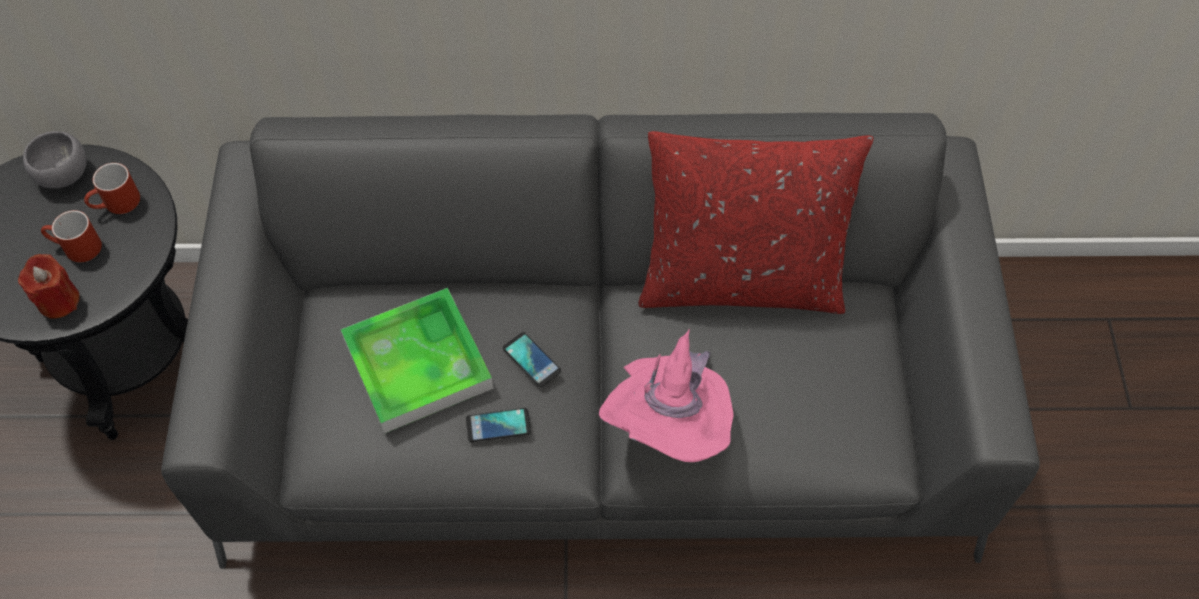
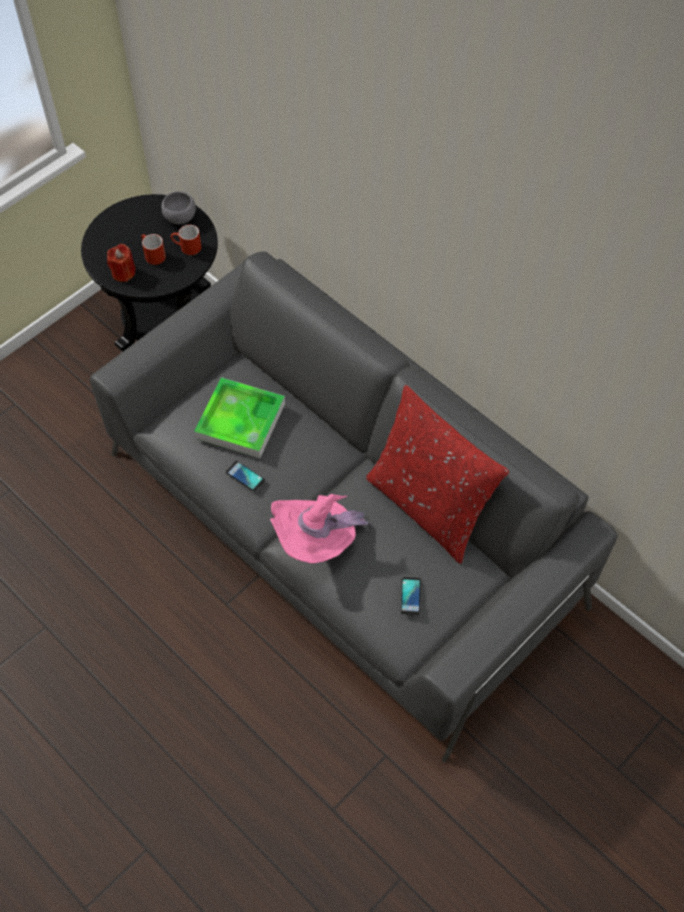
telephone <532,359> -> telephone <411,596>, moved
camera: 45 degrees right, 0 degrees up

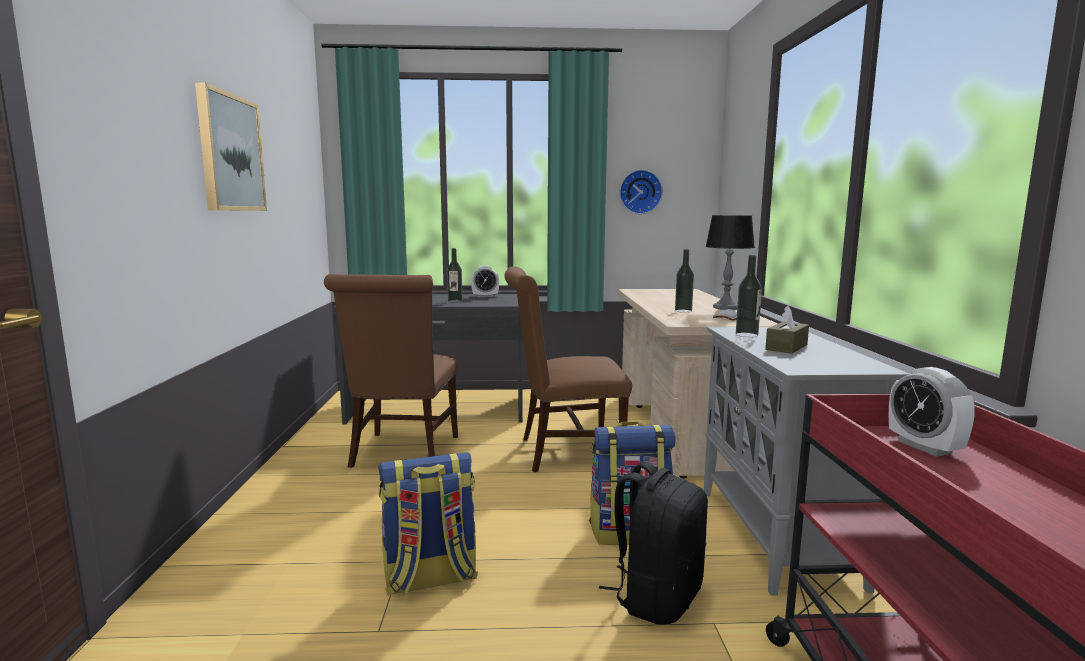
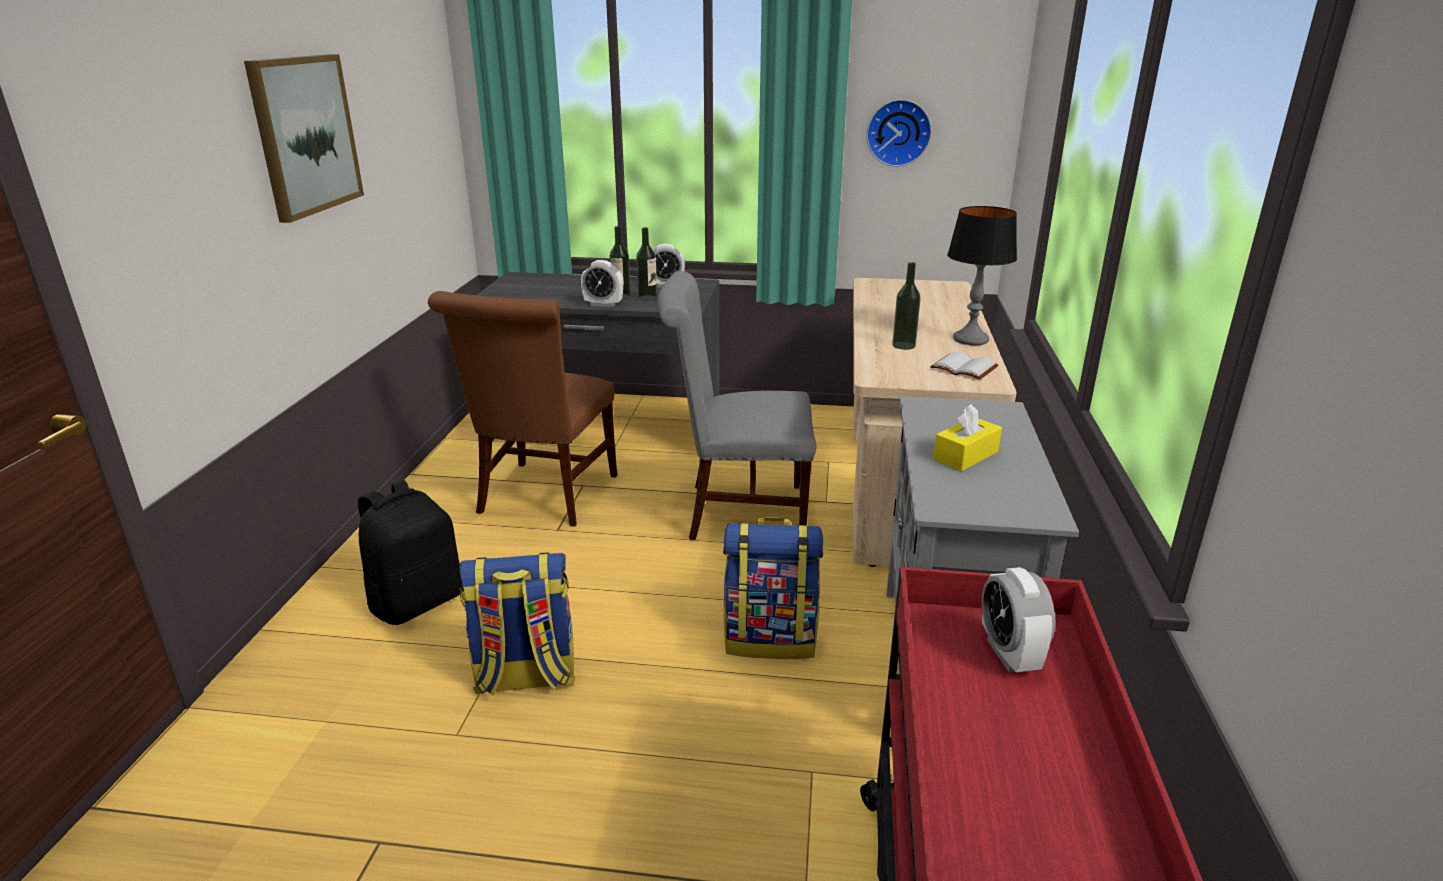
brownish upright chair <568,369> -> greyish upright chair <737,405>
blackish knapsack <653,543> -> blackish knapsack <410,552>, moved
drink bottle <749,296> -> drink bottle <646,264>, moved
brownish tissue box <787,330> -> yellowish tissue box <967,437>
none -> bedside clock <602,283>
camera: 10 degrees right, 15 degrees up

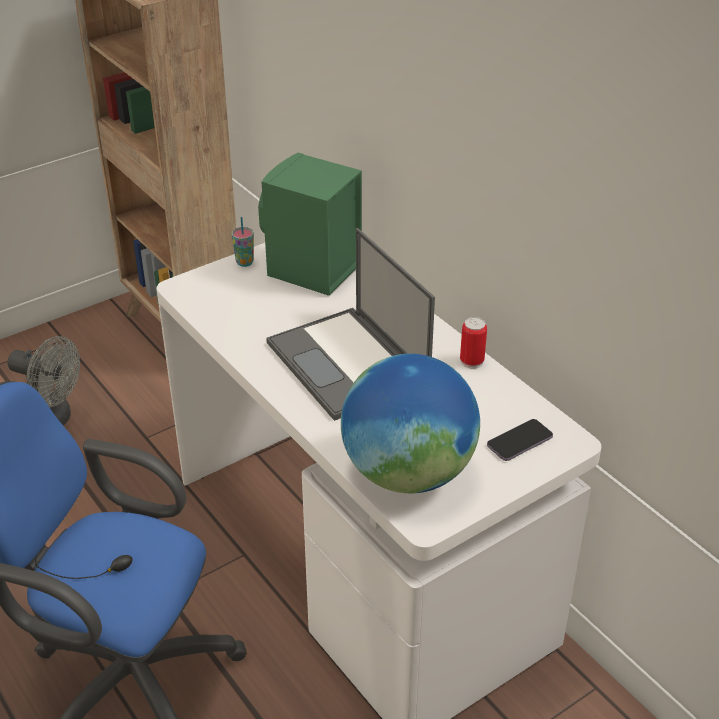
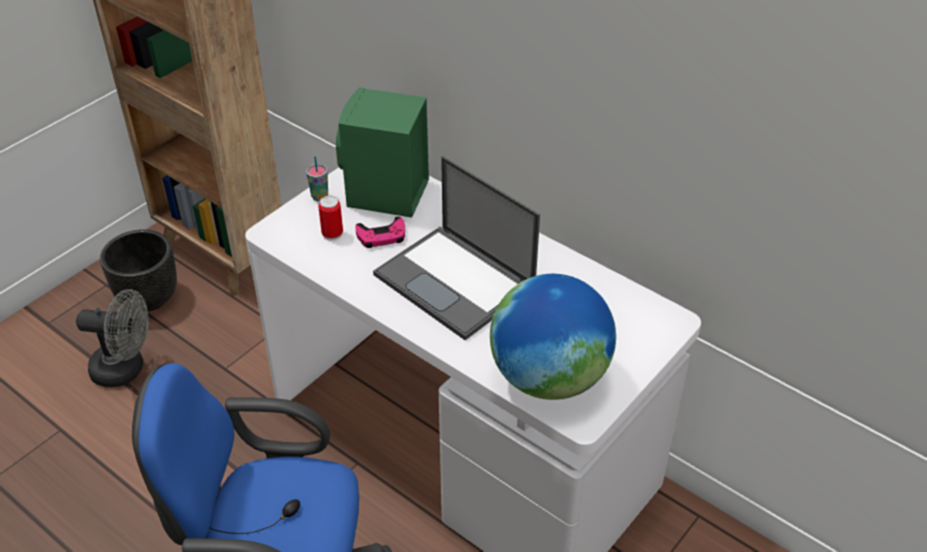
metal can <473,342> -> metal can <330,218>, moved
telephone <520,440> -> none
none -> blackish planter <138,270>
none -> pink game controller <380,232>
camera: 15 degrees left, 5 degrees up

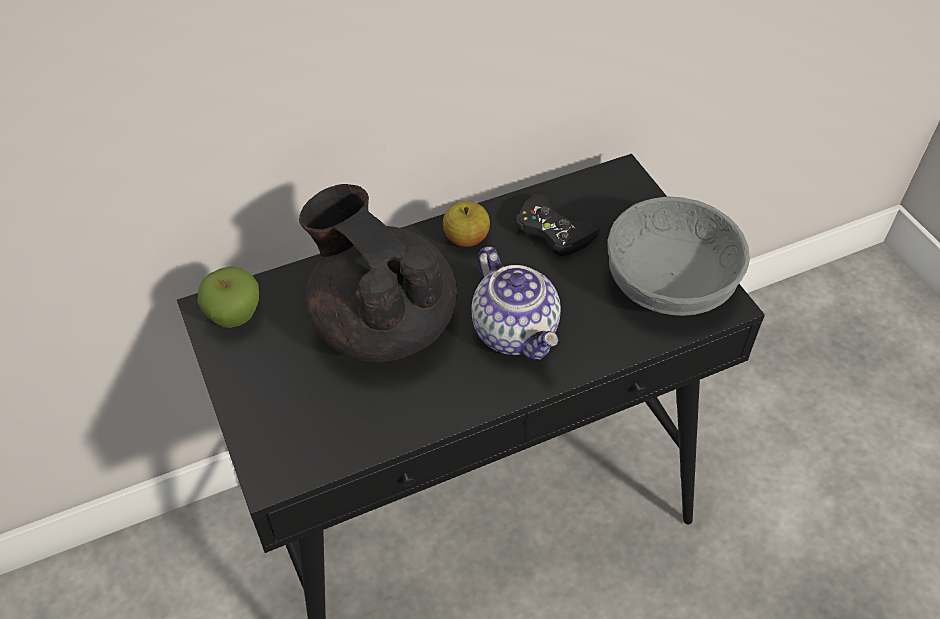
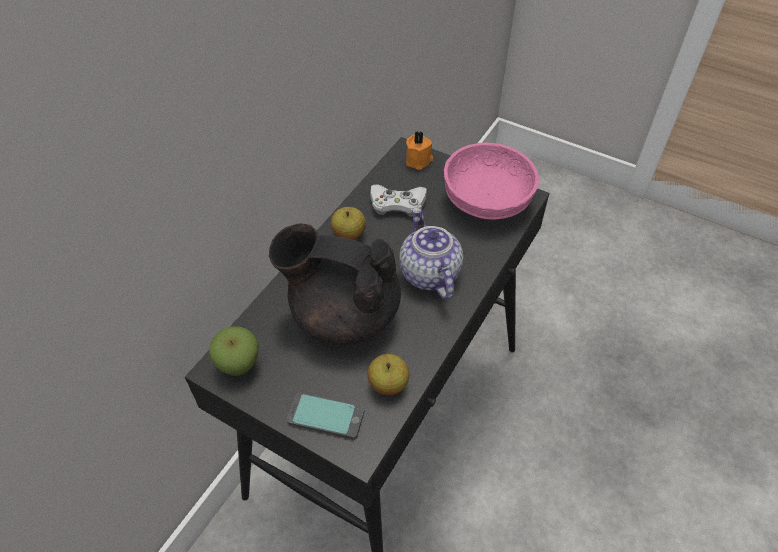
pot for tea <516,303> -> pot for tea <431,253>, 135 degrees counterclockwise
blackish game controller <558,225> -> white game controller <398,200>
greyish bowl <678,256> -> pink bowl <491,181>
none -> telephone <326,416>
none -> apple <388,374>
none -> orange candle <419,150>
camera: 35 degrees left, 0 degrees up

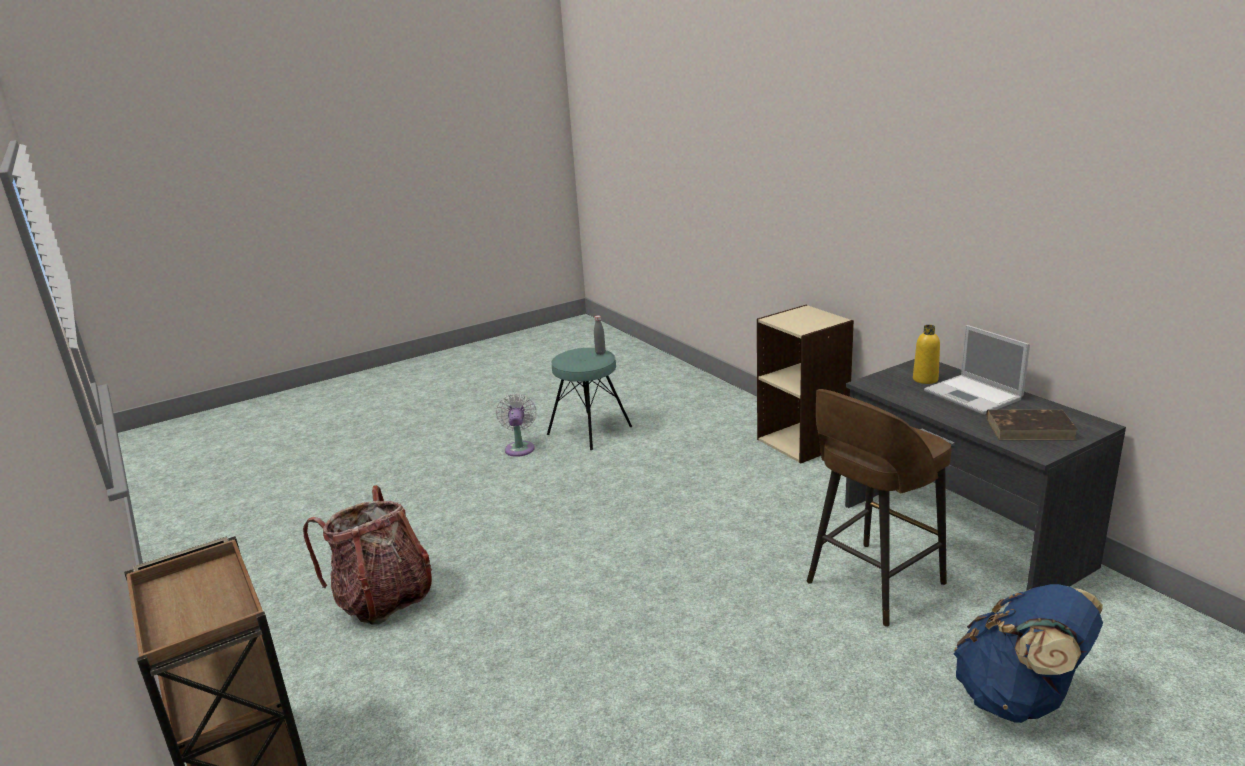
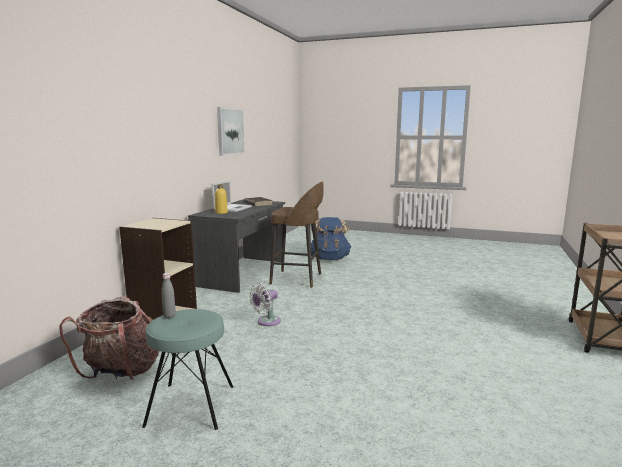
knapsack <367,555> -> knapsack <109,338>, moved
white cooling fan <516,425> -> white cooling fan <265,304>, moved
none -> picture <231,131>
camera: 130 degrees left, 10 degrees down

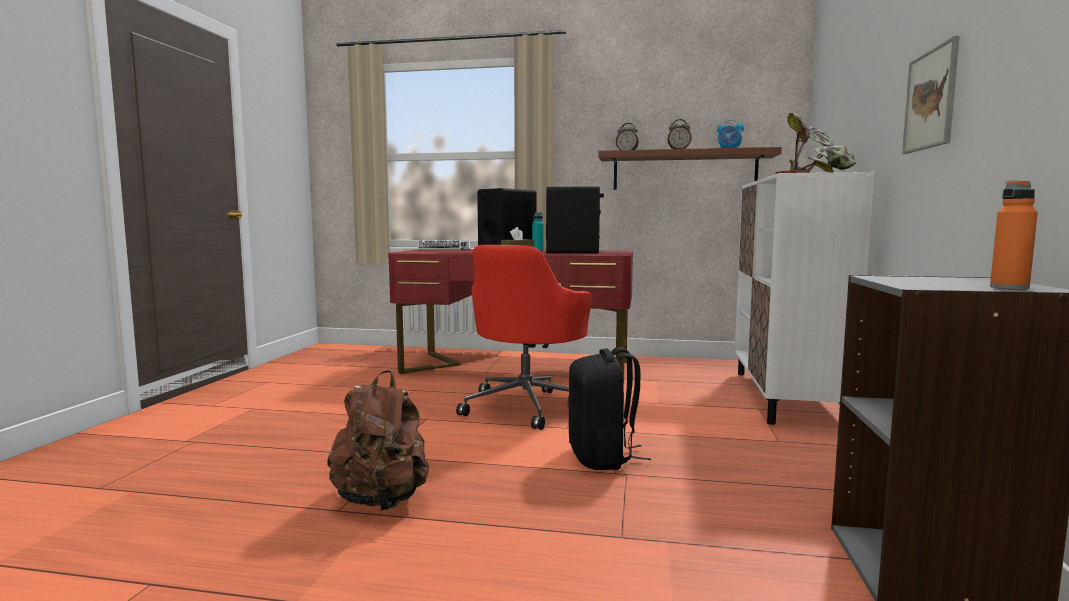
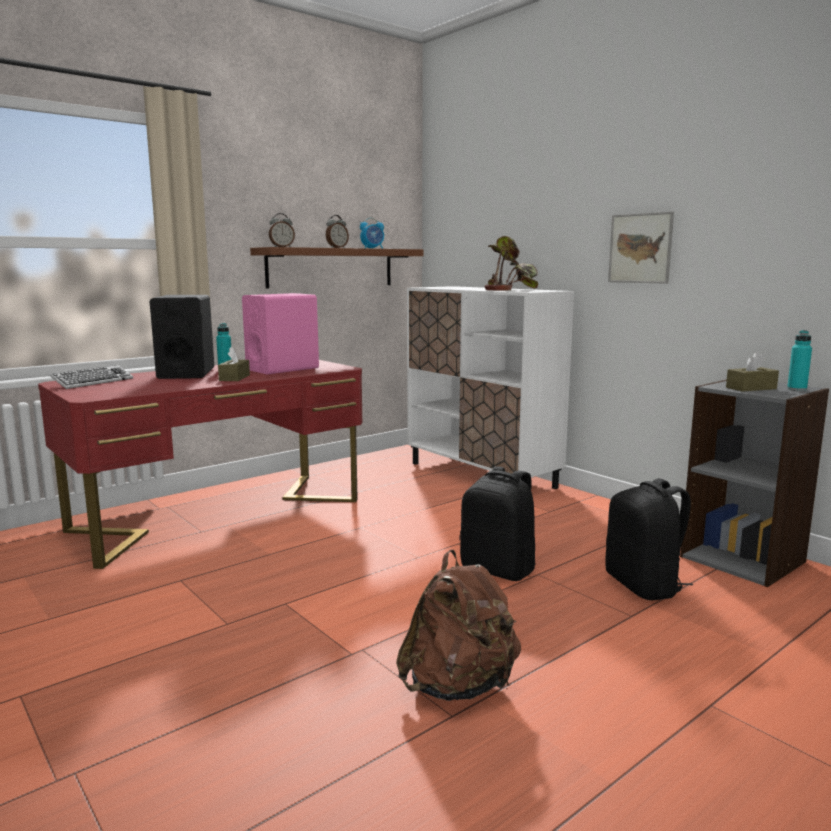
red office chair <524,337> -> none
blackish loudspeaker <575,220> -> pink loudspeaker <280,333>
orange drink bottle <1014,235> -> turquoise drink bottle <799,360>
none -> blackish knapsack <649,539>
none -> brownish tissue box <752,372>
camera: 50 degrees left, 5 degrees up

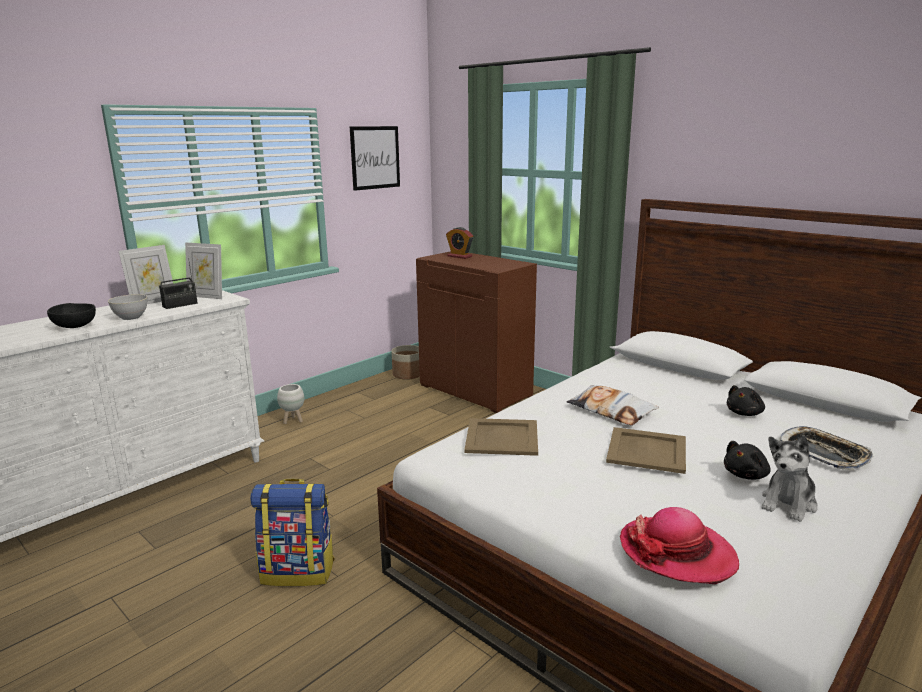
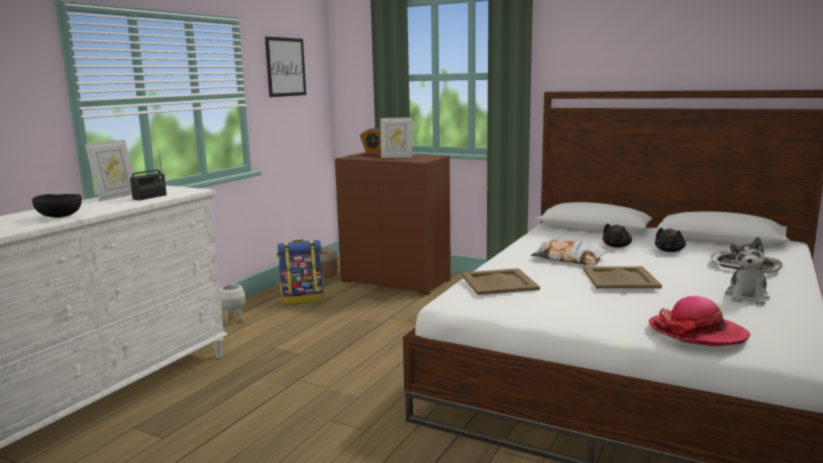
greyish bowl <127,307> -> none
photo frame <203,270> -> photo frame <396,137>, moved
knapsack <292,532> -> knapsack <300,272>, moved
blackish plush toy <747,460> -> blackish plush toy <617,235>, moved
camera: 15 degrees left, 5 degrees down

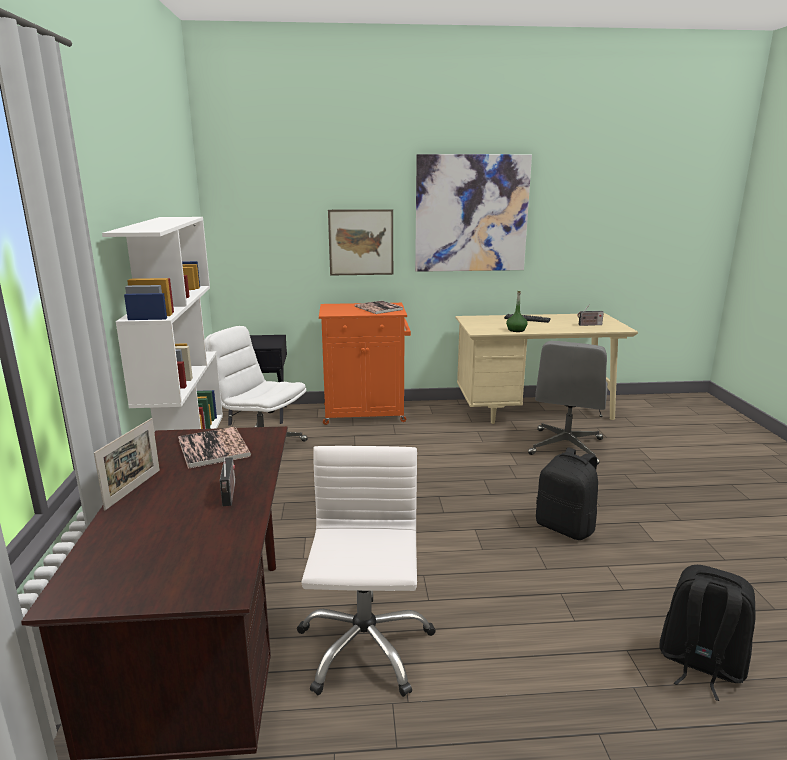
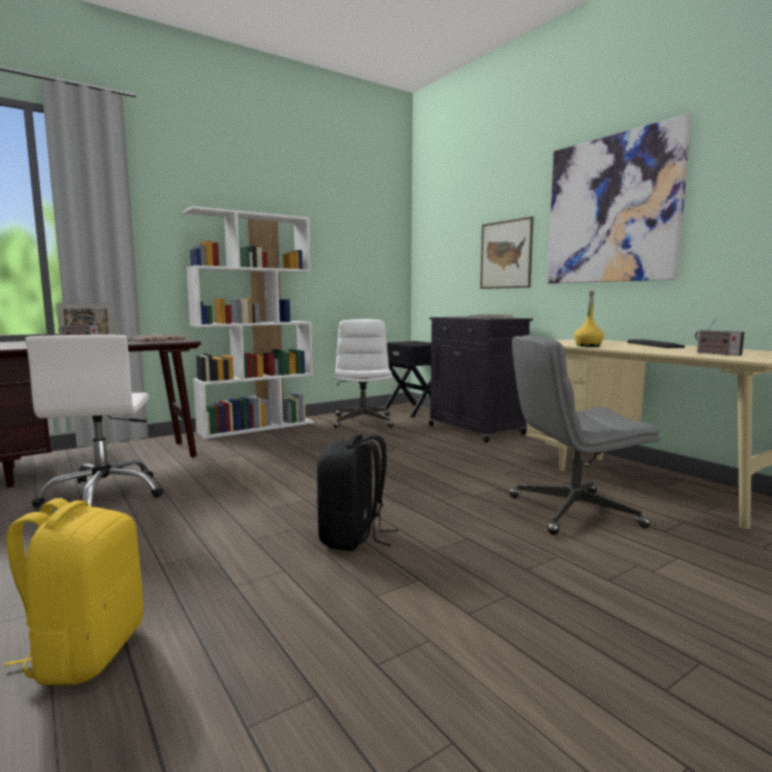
white office chair <366,571> -> white office chair <94,421>, 105 degrees clockwise
orange storage cabinet <365,364> -> blackish storage cabinet <481,379>
green-coloured drink bottle <517,311> -> yellowish drink bottle <589,319>
blackish knapsack <707,633> -> yellowish knapsack <73,591>
camera: 60 degrees right, 10 degrees down

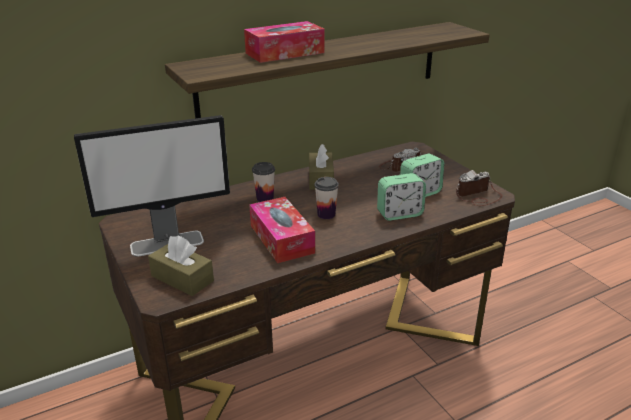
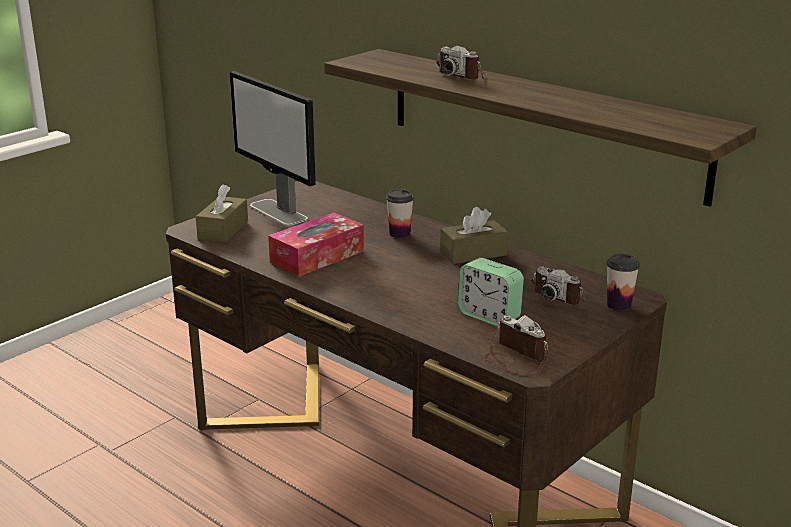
tissue box <284,42> -> photo camera <463,62>
cup <326,198> -> cup <623,282>, moved
bedside clock <401,197> -> none
camera: 70 degrees right, 5 degrees down

